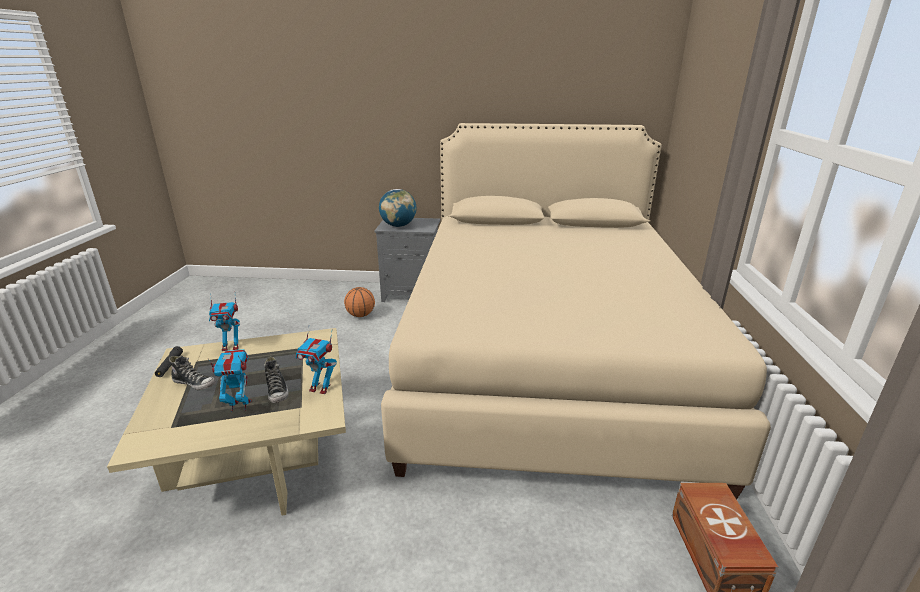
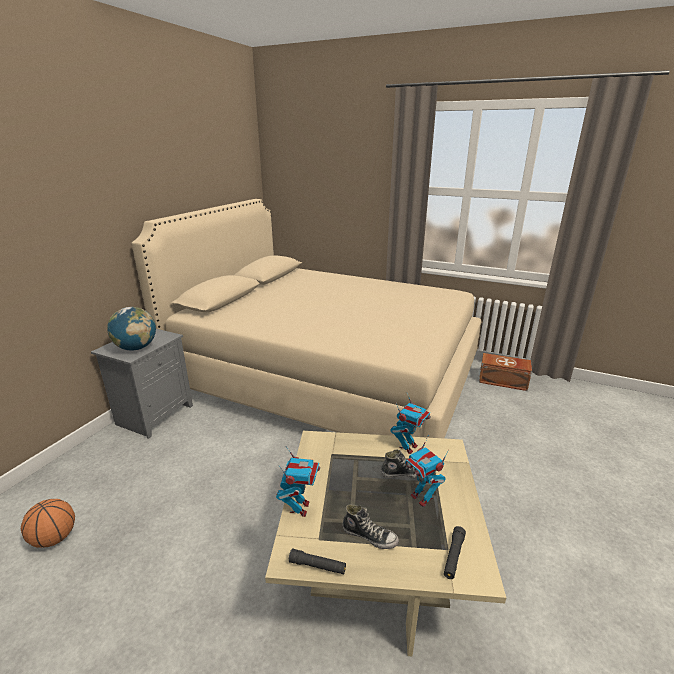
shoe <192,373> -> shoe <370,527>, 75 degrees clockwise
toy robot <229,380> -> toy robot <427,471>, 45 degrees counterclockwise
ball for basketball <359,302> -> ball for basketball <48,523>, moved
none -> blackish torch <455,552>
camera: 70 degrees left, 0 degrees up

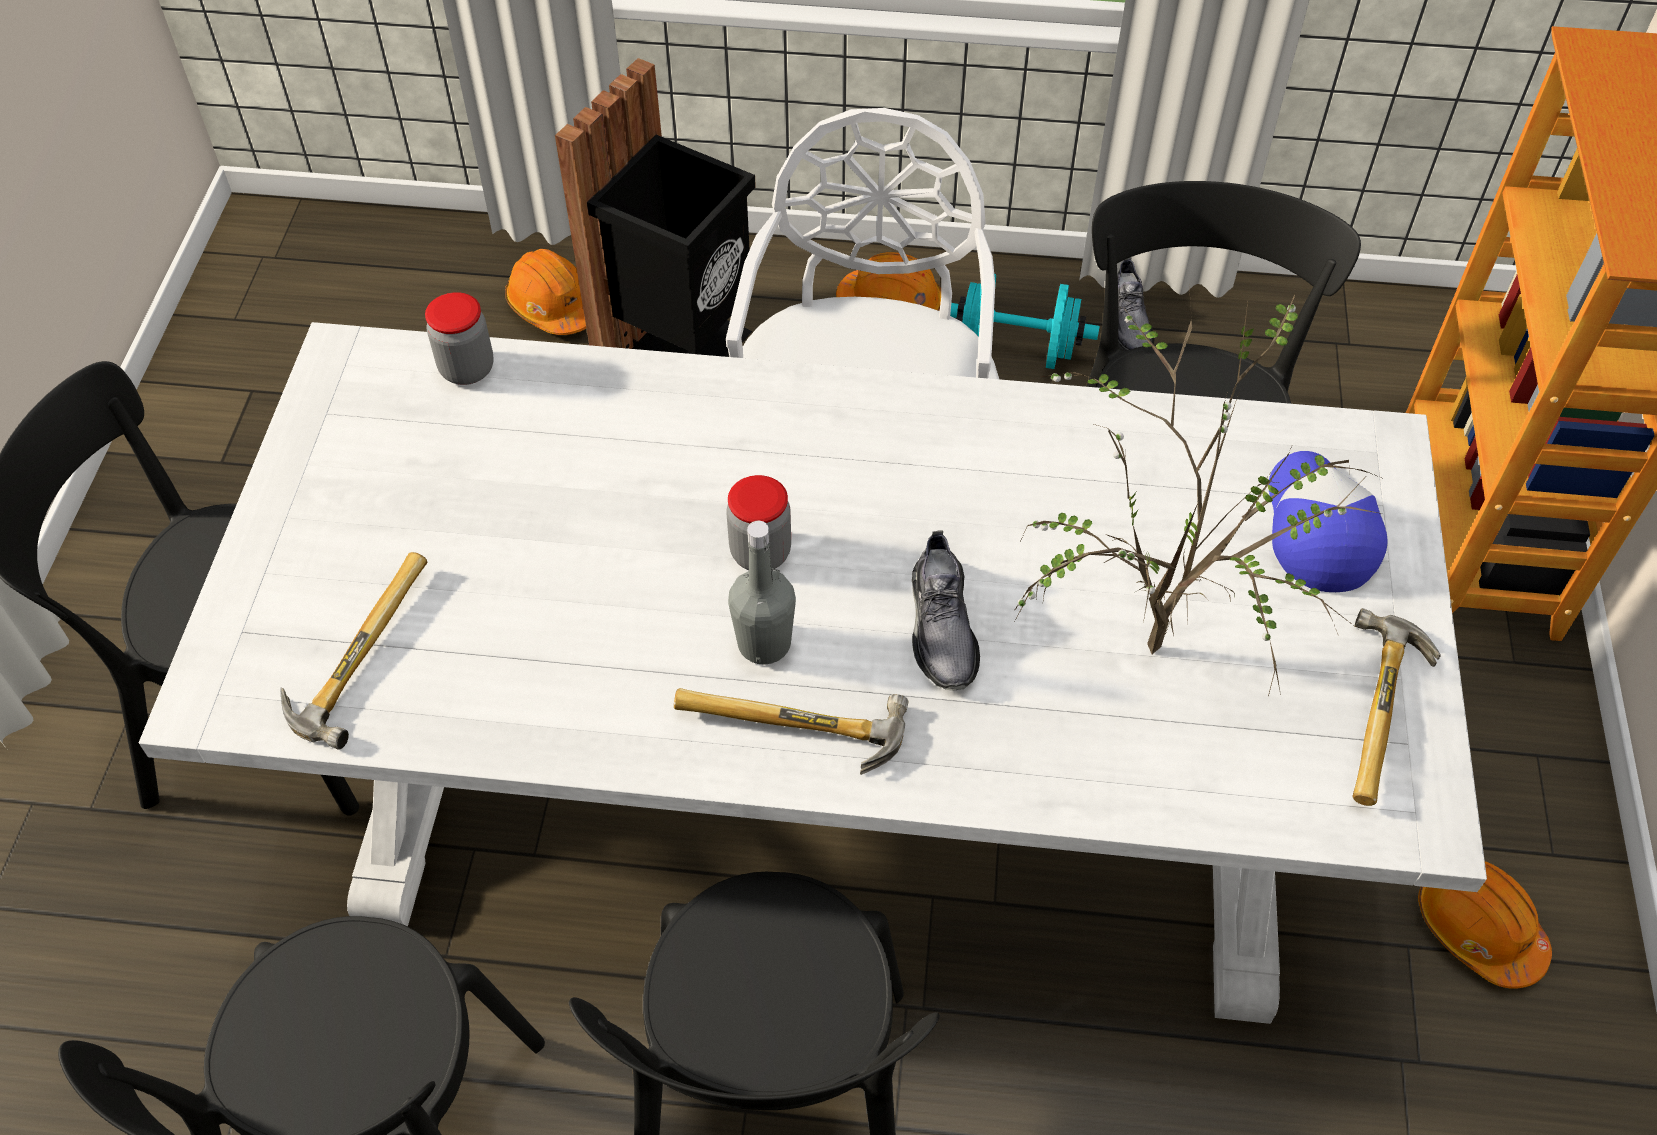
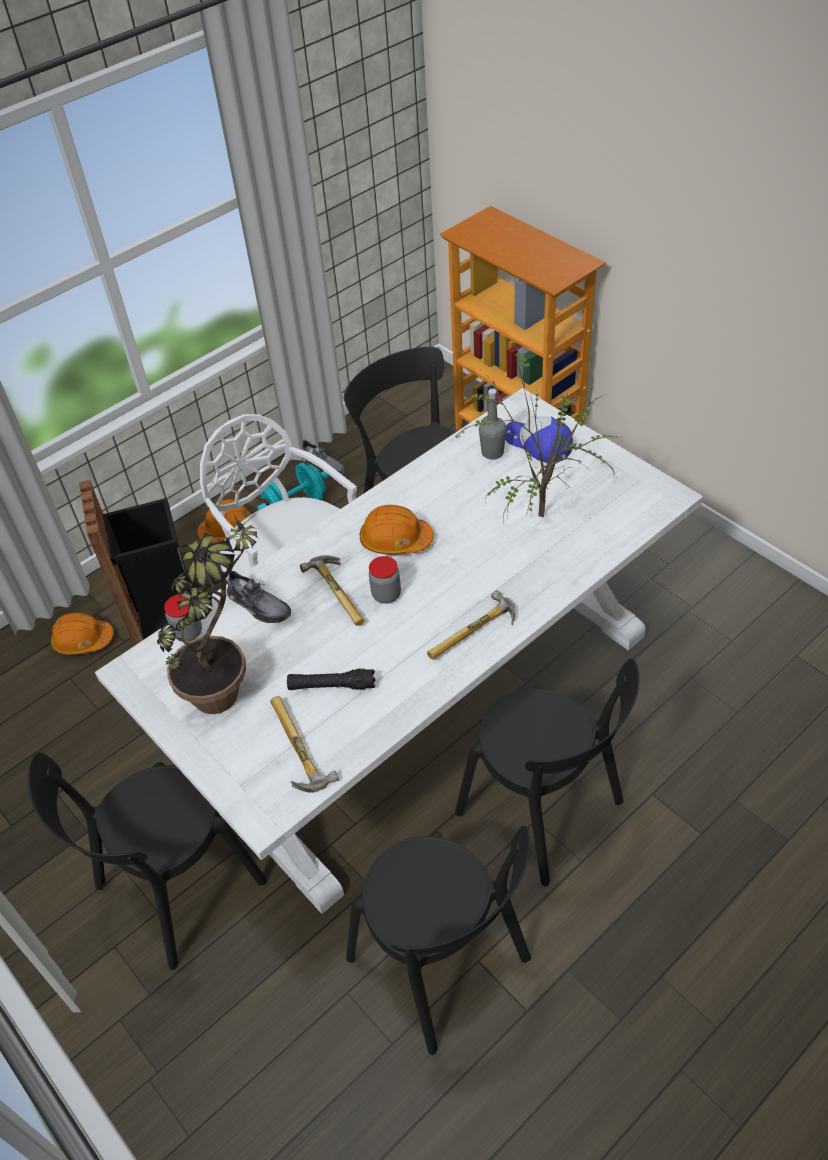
greyish drink bottle <762,592> -> greyish drink bottle <492,424>, moved
greyish shoe <946,610> -> greyish shoe <259,596>, moved
tool hammer <1397,707> -> tool hammer <332,590>, moved
orange work helmet <1485,925> -> orange work helmet <397,530>, moved
none -> plant in a pot <208,612>
none -> blackish torch <331,679>
camera: 45 degrees left, 5 degrees down

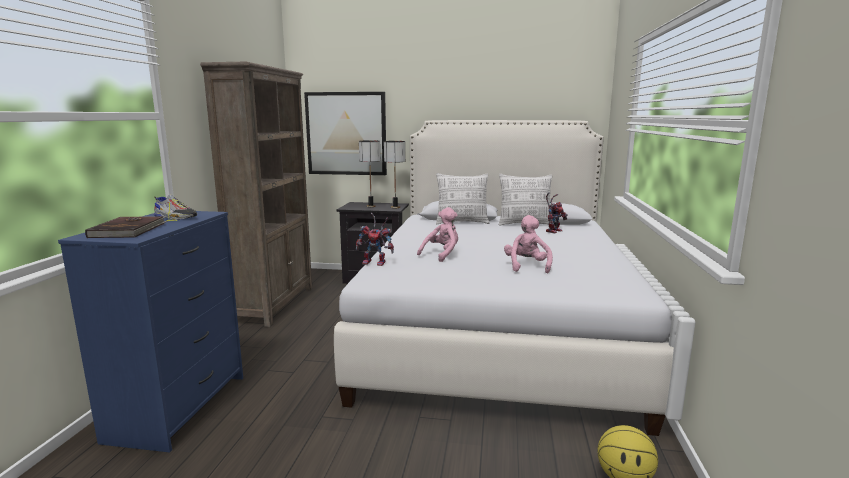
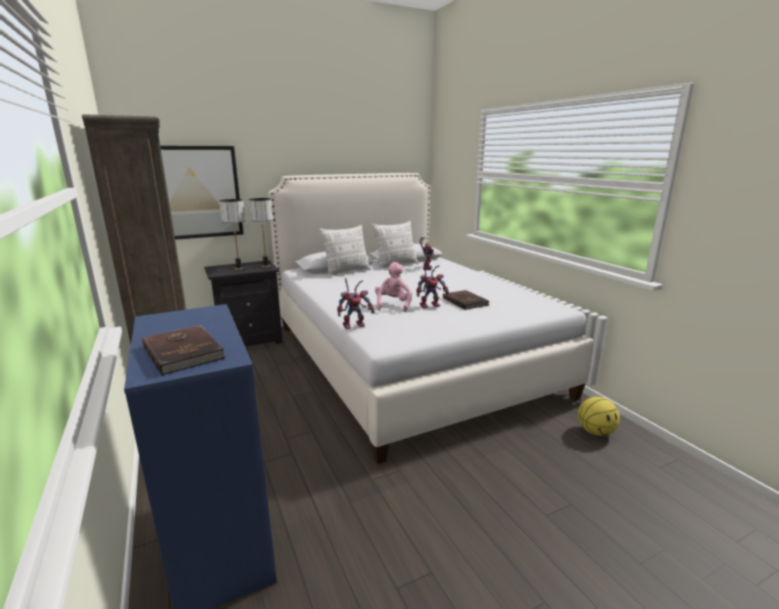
shoe <175,207> -> none
pink plush toy <528,244> -> brownish book <466,300>
none -> toy robot <432,285>
camera: 35 degrees left, 5 degrees up

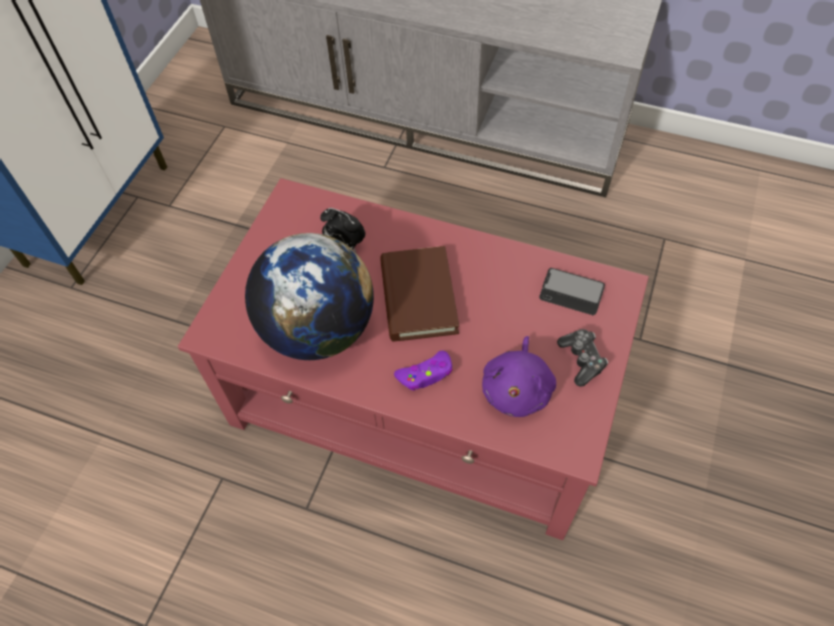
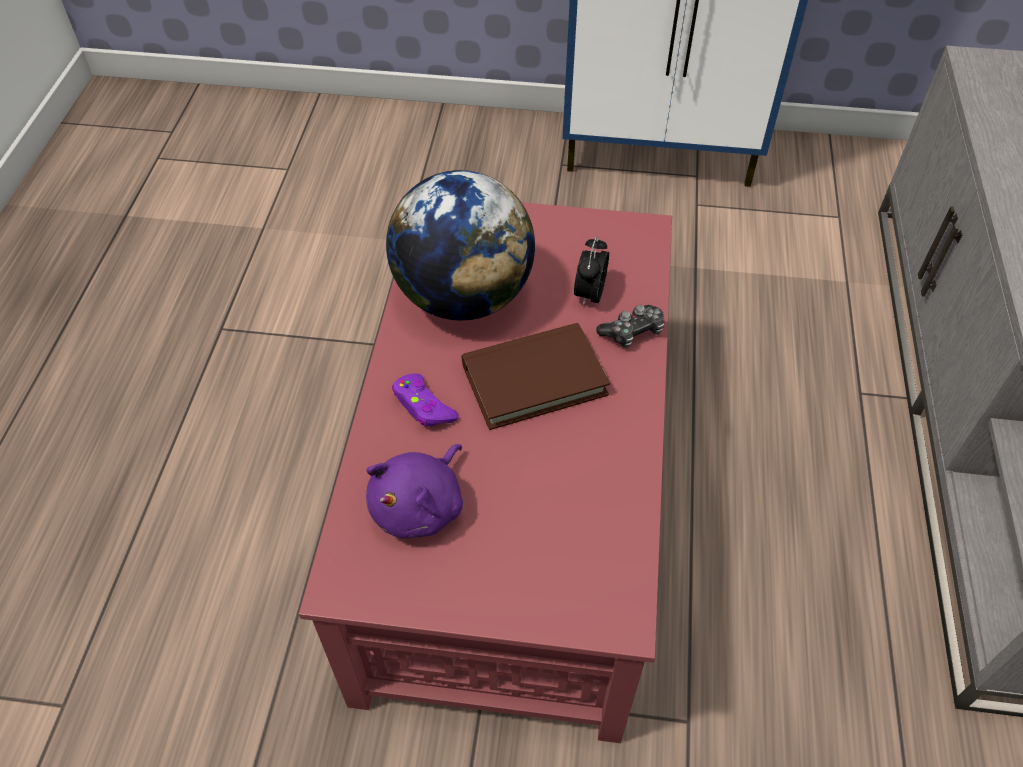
purplish plush toy <519,376> -> purplish plush toy <414,491>, 60 degrees counterclockwise
telephone <572,291> -> none
game controller <582,358> -> game controller <630,326>, moved
camera: 75 degrees right, 5 degrees down

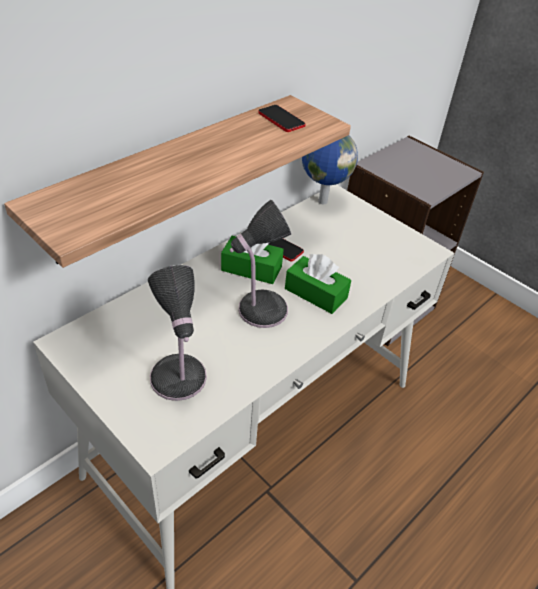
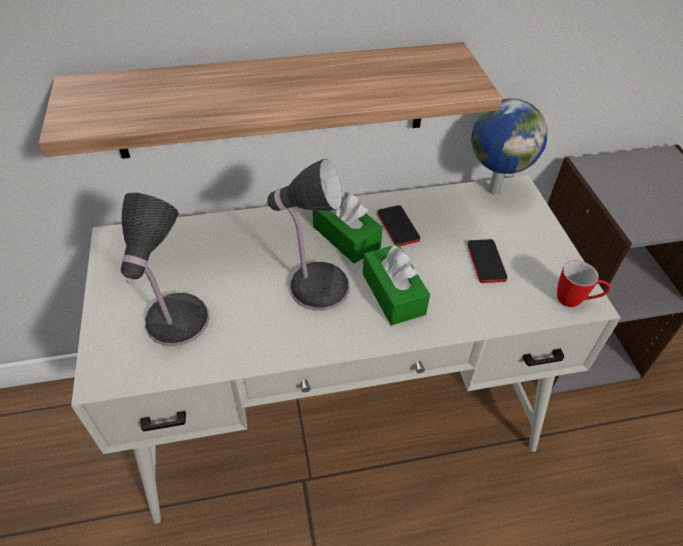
telephone <282,118> -> telephone <487,261>, moved
none -> tea mug <583,284>
camera: 35 degrees right, 5 degrees up

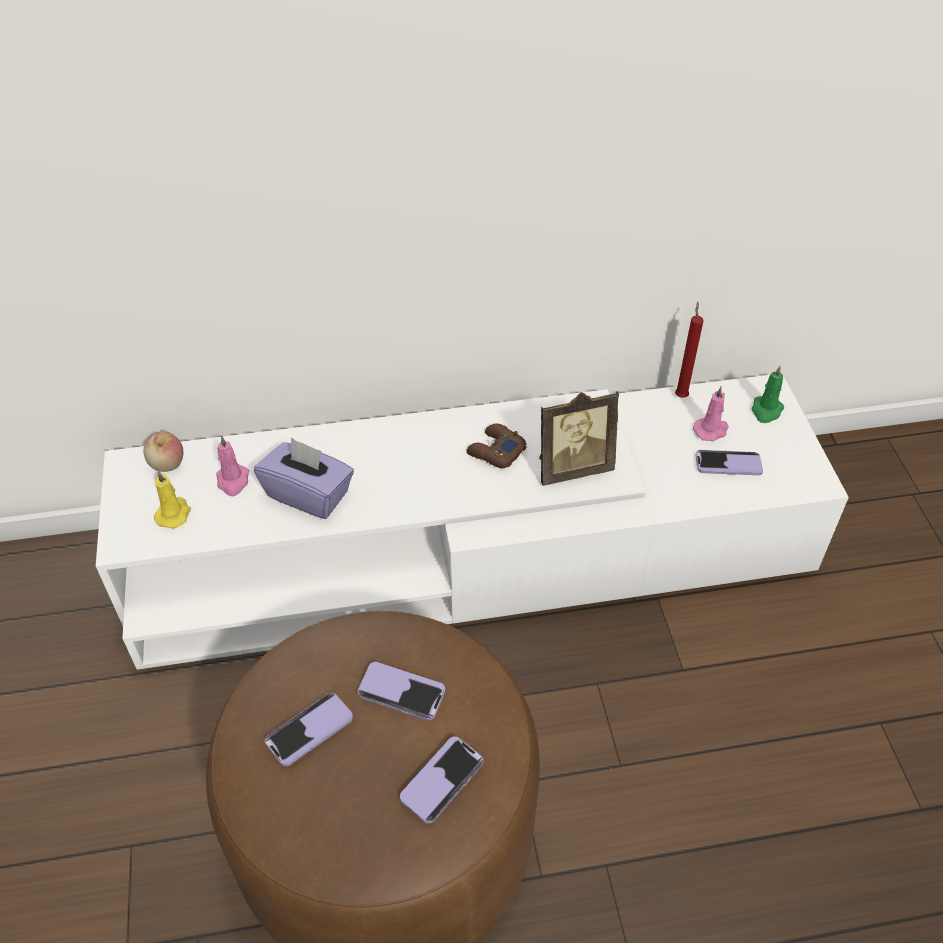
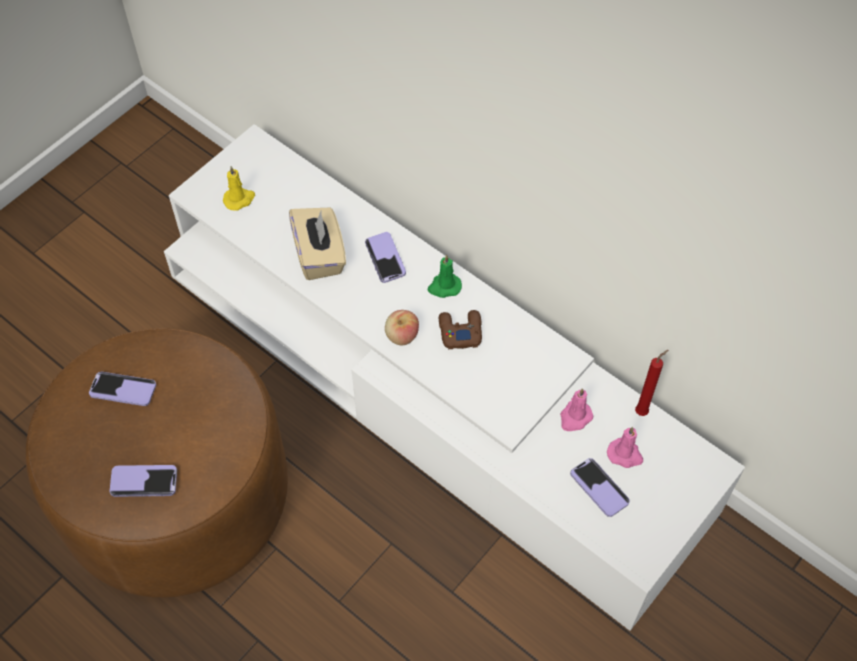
apple <163,451> -> apple <402,327>, moved
pink candle <232,465> -> pink candle <576,409>, moved
purplish tissue box <304,478> -> beige-coloured tissue box <317,244>
telephone <401,691> -> telephone <385,257>, moved
photo frame <579,438> -> none
green-coloured candle <768,394> -> green-coloured candle <445,276>, moved
camera: 50 degrees right, 10 degrees up

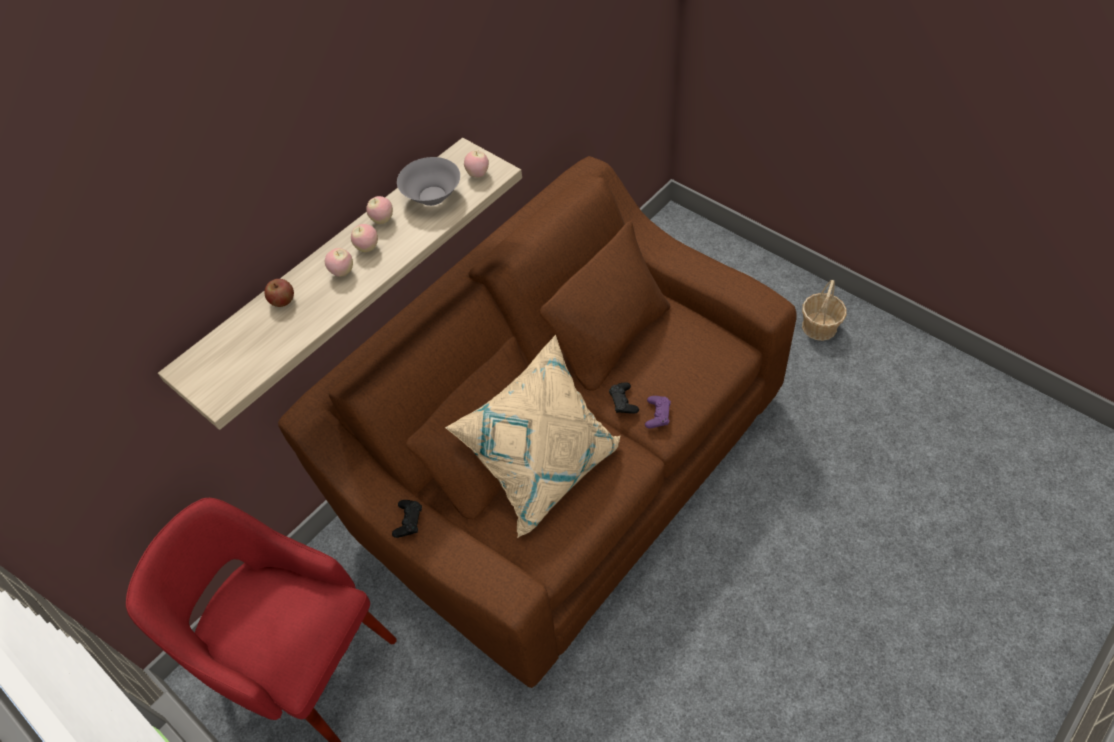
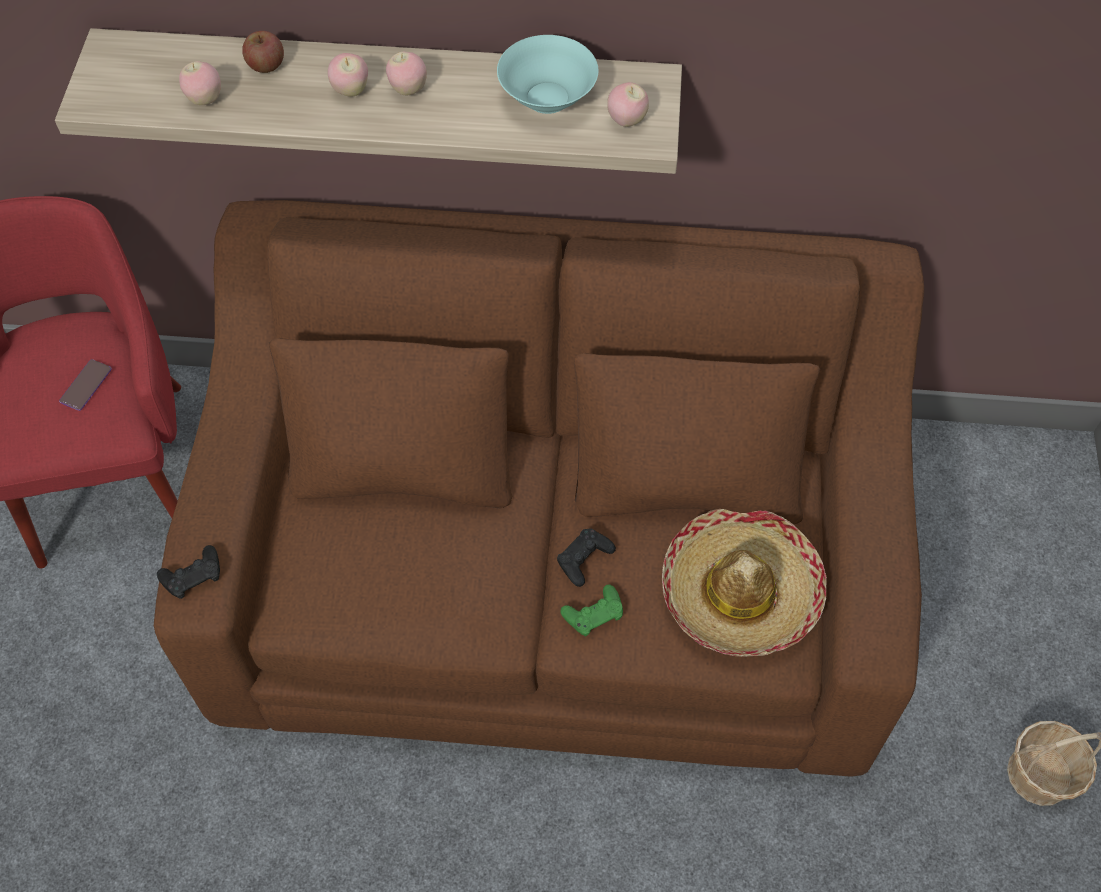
apple <379,210> -> apple <200,83>, moved
blackish game controller <407,519> -> blackish game controller <188,572>, moved
greyish bowl <428,181> -> turquoise bowl <547,74>
beige-coloured cushion <533,436> -> none
purplish game controller <658,412> -> green-coloured game controller <591,610>
none -> telephone <85,385>
none -> hat <744,583>
camera: 50 degrees right, 5 degrees up

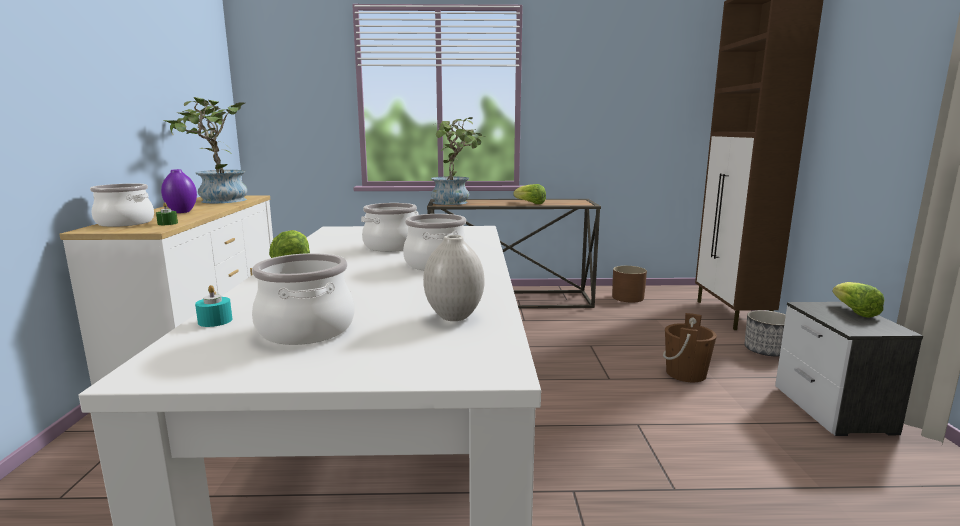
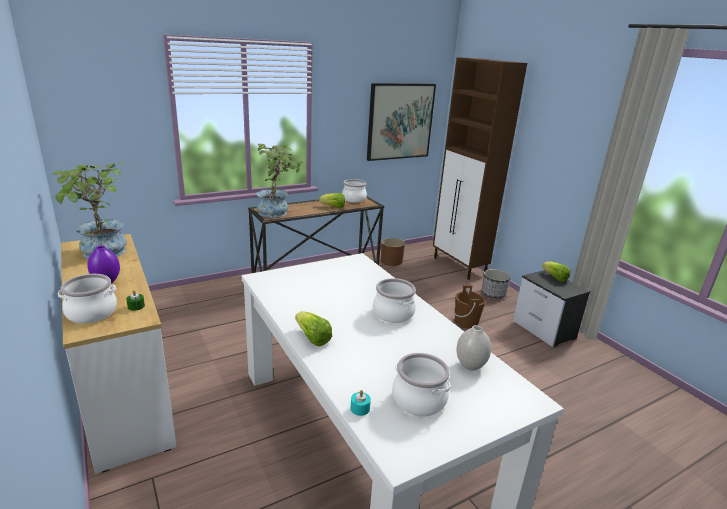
saucepot <390,227> -> saucepot <354,190>, moved
none -> picture <401,122>
camera: 30 degrees left, 10 degrees up

